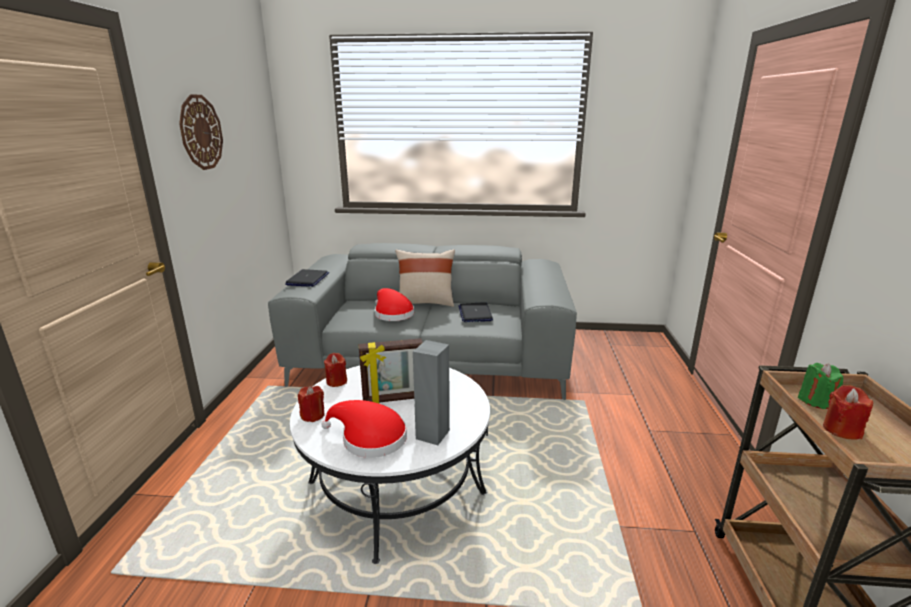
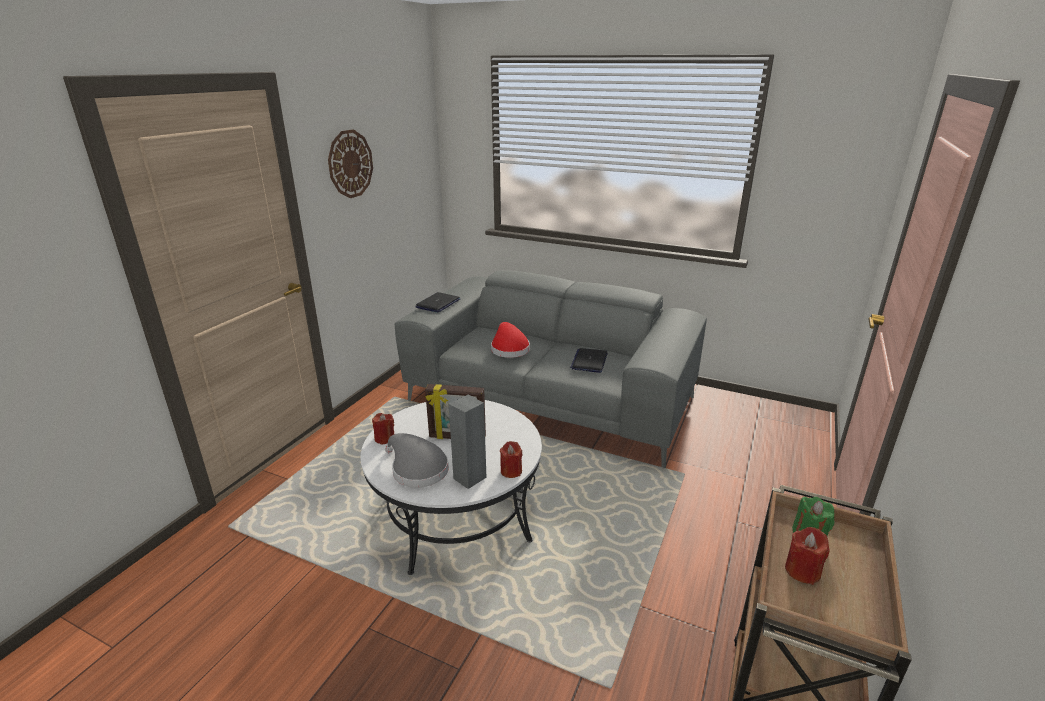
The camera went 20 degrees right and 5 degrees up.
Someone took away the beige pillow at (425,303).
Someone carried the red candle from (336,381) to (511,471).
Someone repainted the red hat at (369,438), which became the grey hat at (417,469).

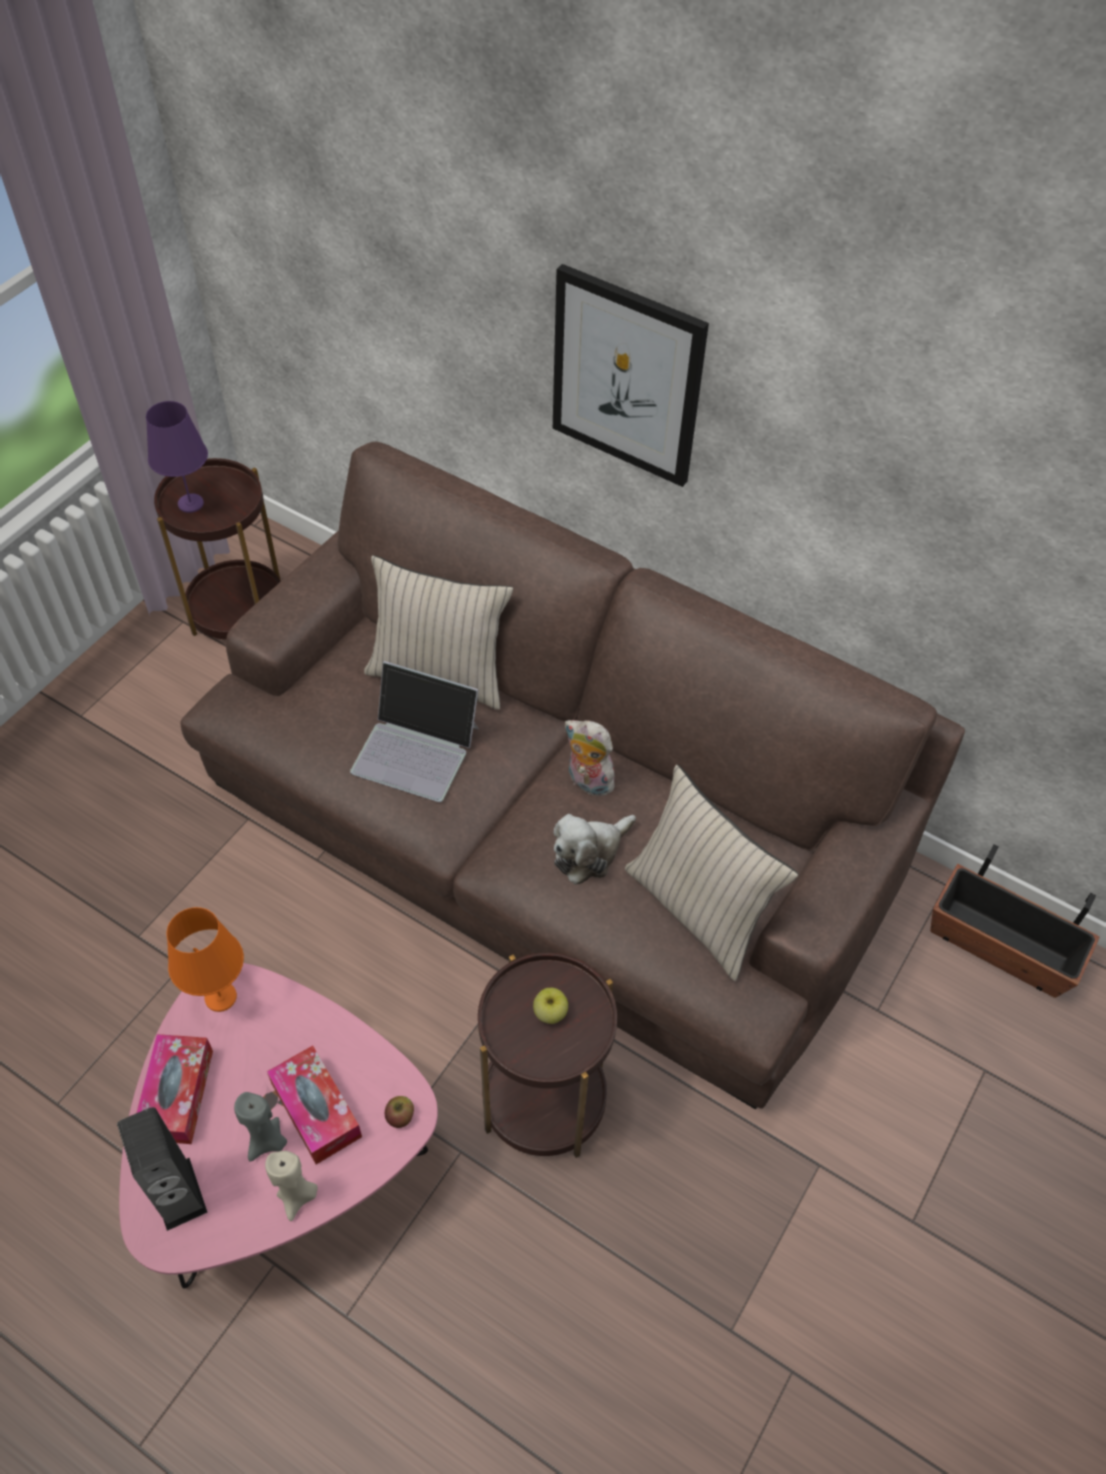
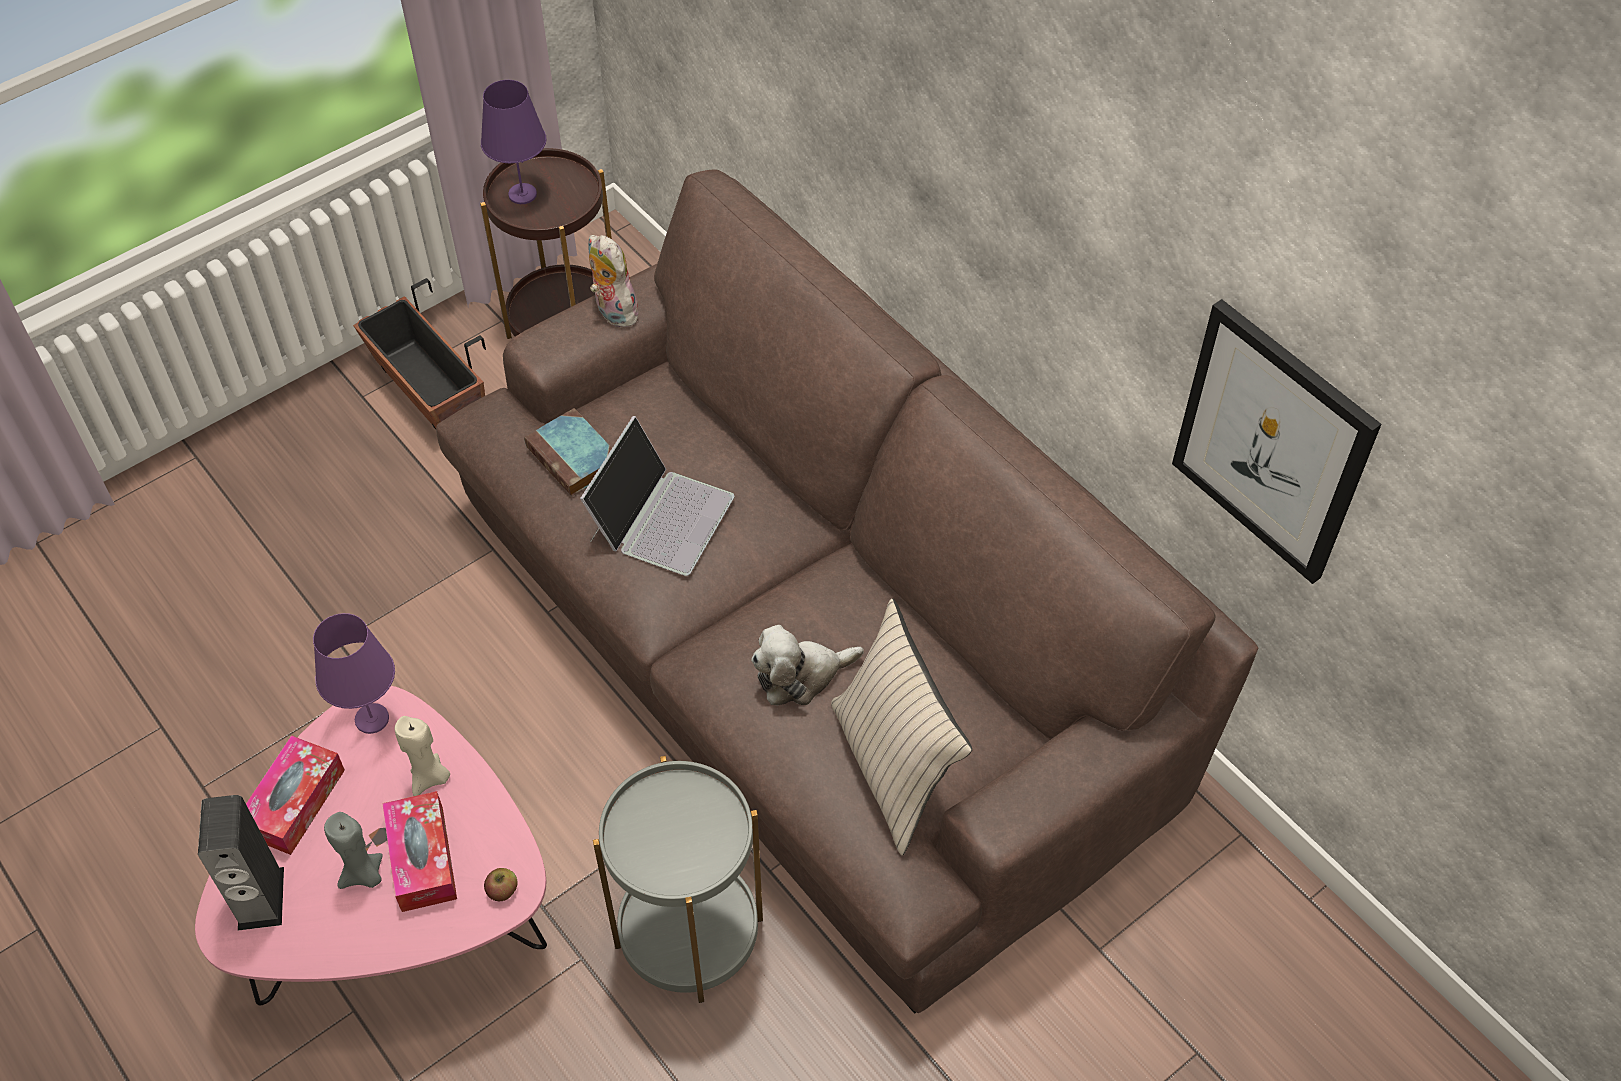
The camera went 20 degrees right and 0 degrees up.
Someone took away the beige pillow at (439,674).
Someone took away the apple at (550,1013).
Someone put down the book at (575,458).
Someone carried the beige candle from (297,1196) to (430,778).
Someone carried the picture from (627,377) to (1272,442).
Someone carried the plush toy from (587,782) to (613,311).
Someone carried the planter from (999,947) to (429,389).
Someone repainted the orange table lamp at (221,997), which became the purple table lamp at (372,719).
Someone repainted the brown side table at (544,1099), which became the grey side table at (689,932).
Someone rotated the laptop at (416,749) by 105 degrees counterclockwise.

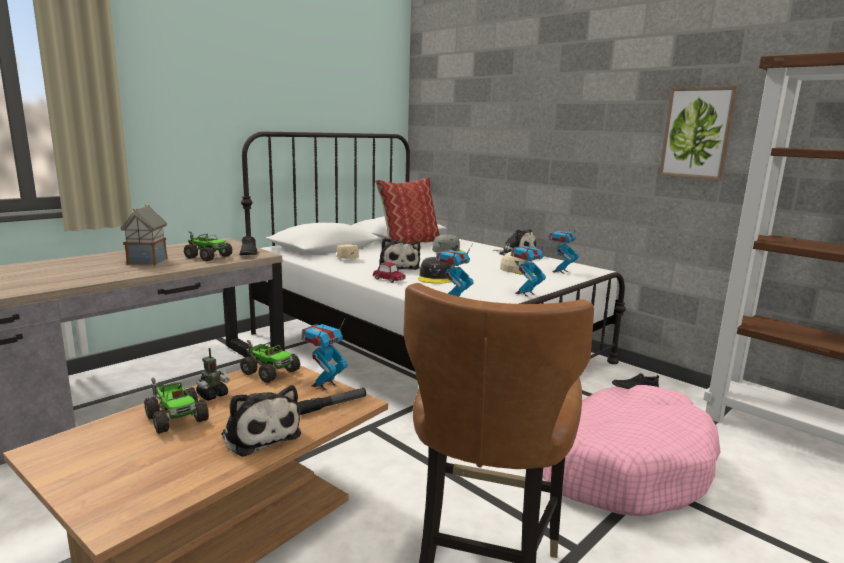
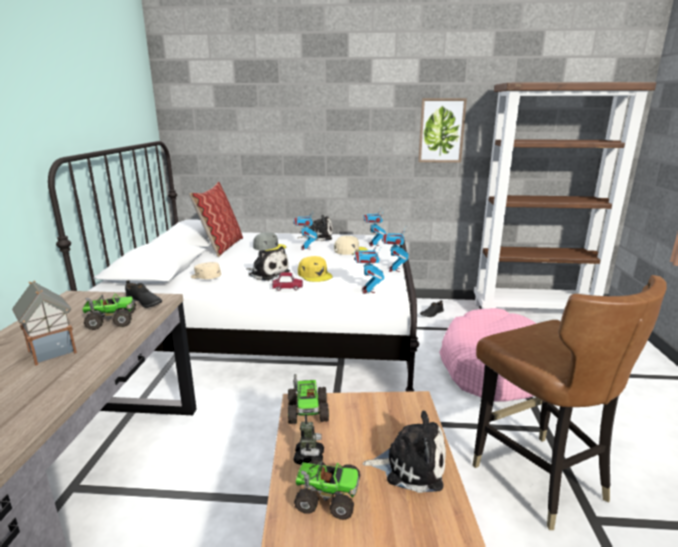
The camera went 40 degrees left and 5 degrees up.
Someone took away the flashlight at (332,405).
Someone carried the toy robot from (324,385) to (305,248).
Someone repainted the grey cap at (436,277), which became the yellow cap at (315,275).
Someone rotated the toy truck at (270,372) by 90 degrees clockwise.

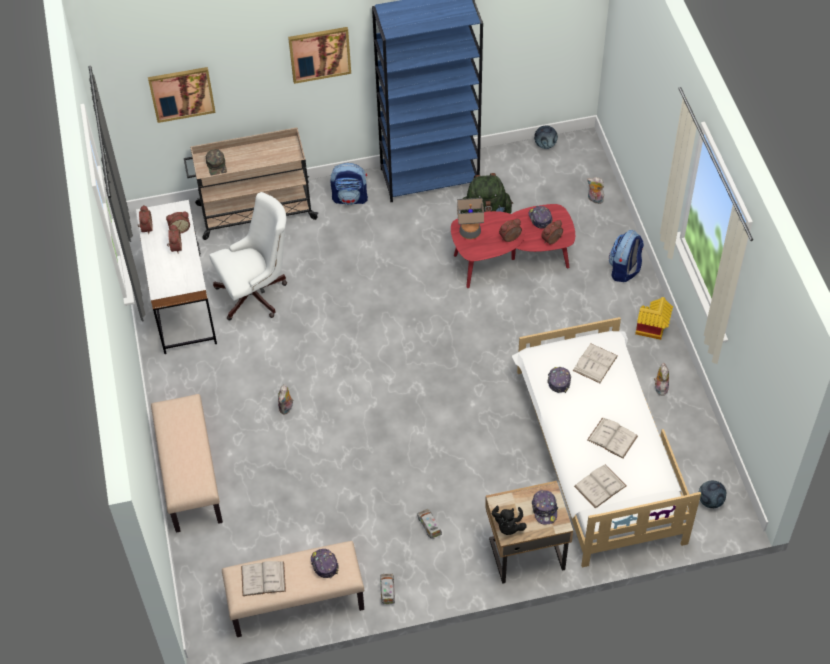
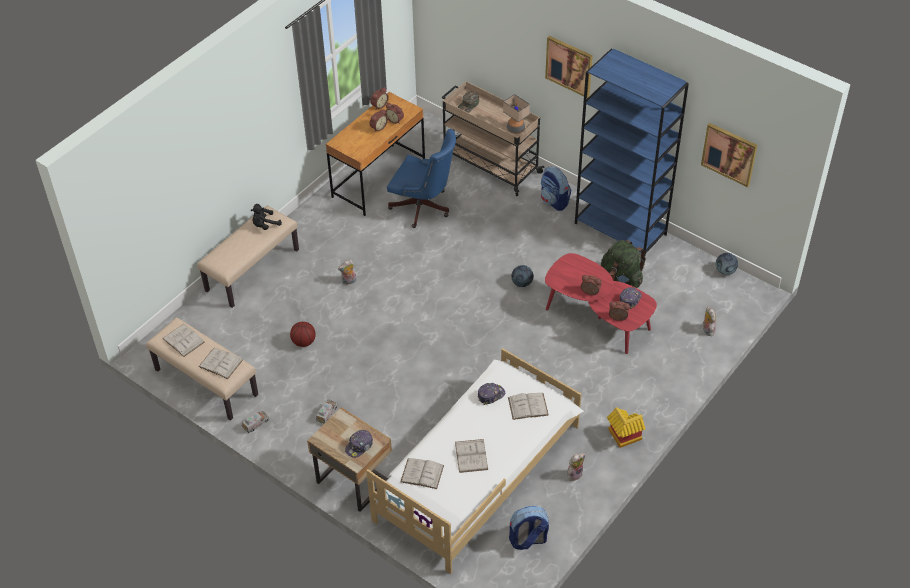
The camera went 50 degrees right and 5 degrees down.
Someone put down the basketball at (303,342).
Someone carried the picture from (182,93) to (729,154).
Someone carried the table lamp from (470,232) to (515,129).
Someone carried the black plush toy from (508,526) to (265,225).
Someone carried the backpack from (624,270) to (528,540).
Someone carried the football from (710,501) to (522,283).
Someone swapped the cap at (324,564) for the white book at (220,363).
Someone repainted the white desk at (182,303), which became the brown desk at (379,179).
Someone repainted the white office chair at (256,294), which became the blue office chair at (424,208).

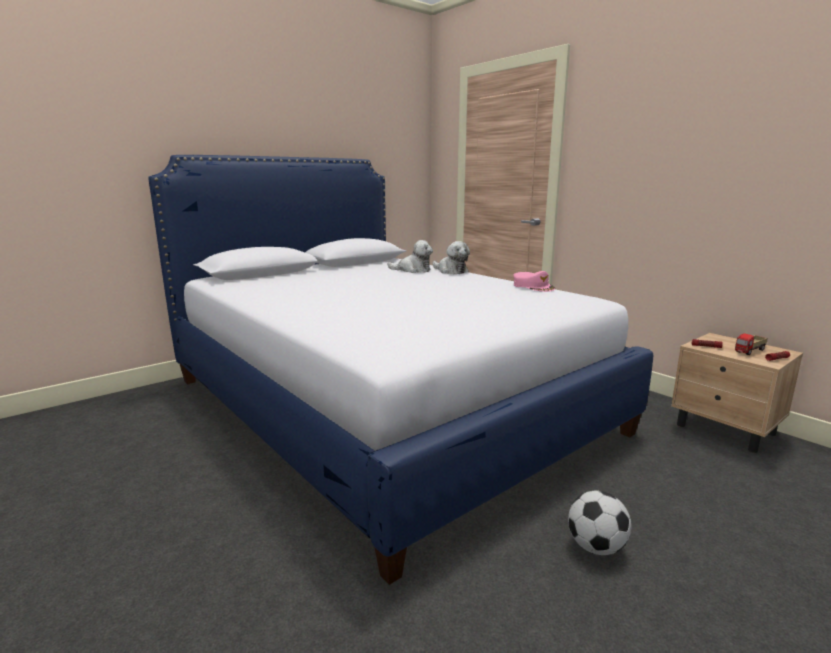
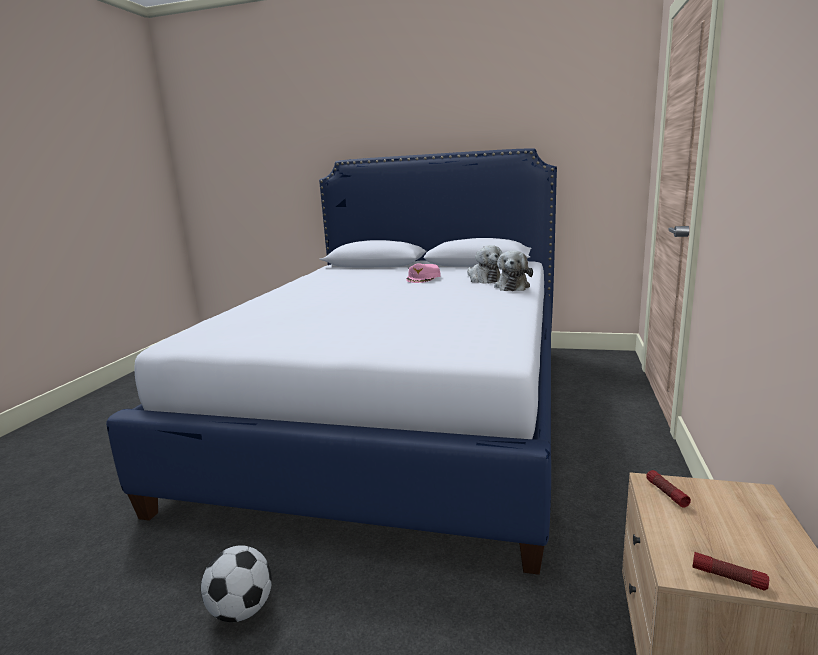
The camera went 55 degrees right and 0 degrees up.
Someone took away the toy truck at (750,351).
Someone carried the pink cap from (533,287) to (423,278).

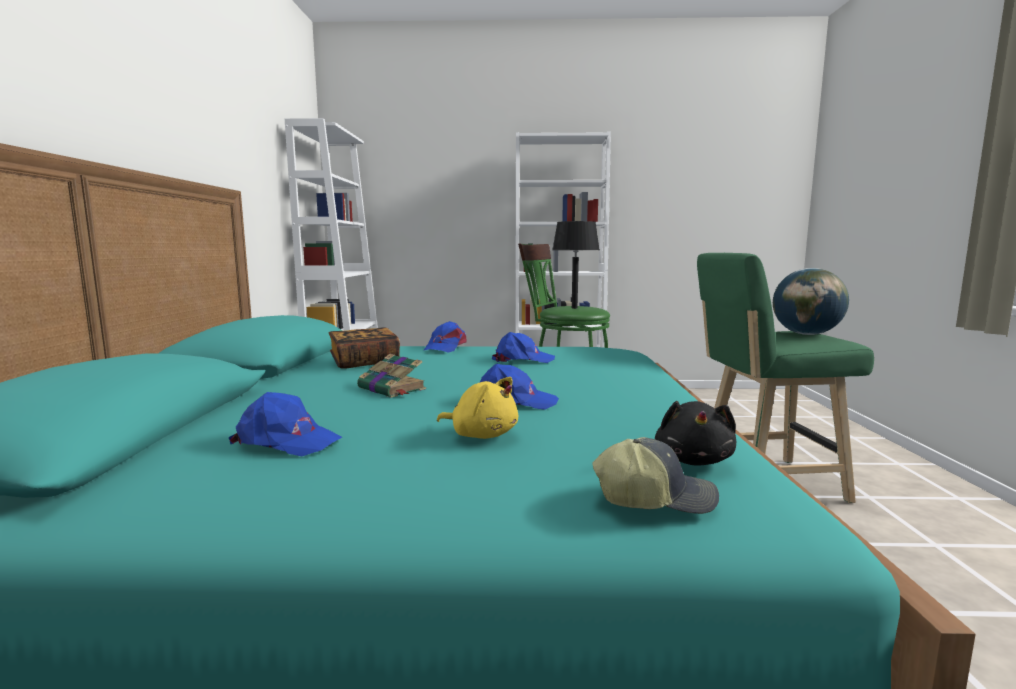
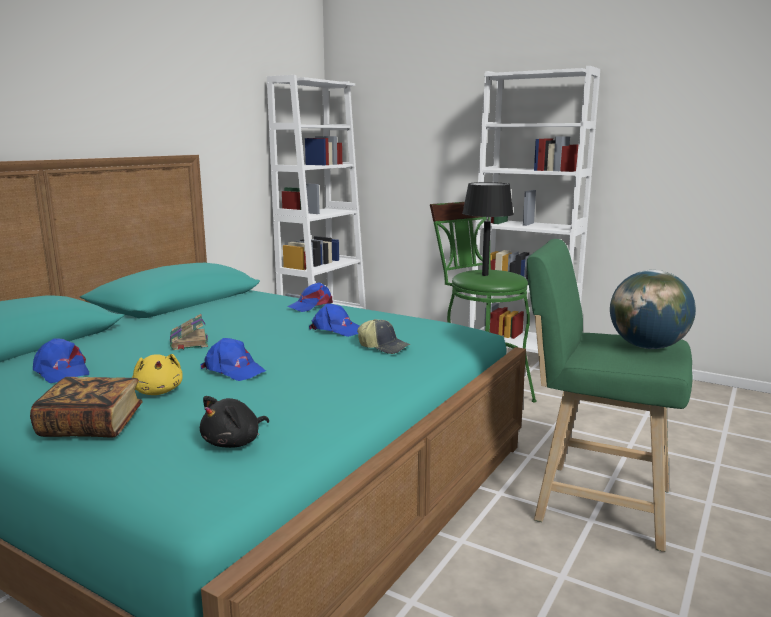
The camera went 30 degrees right and 5 degrees up.
Someone carried the book from (364,362) to (91,426).
Someone carried the cap from (654,497) to (384,347).

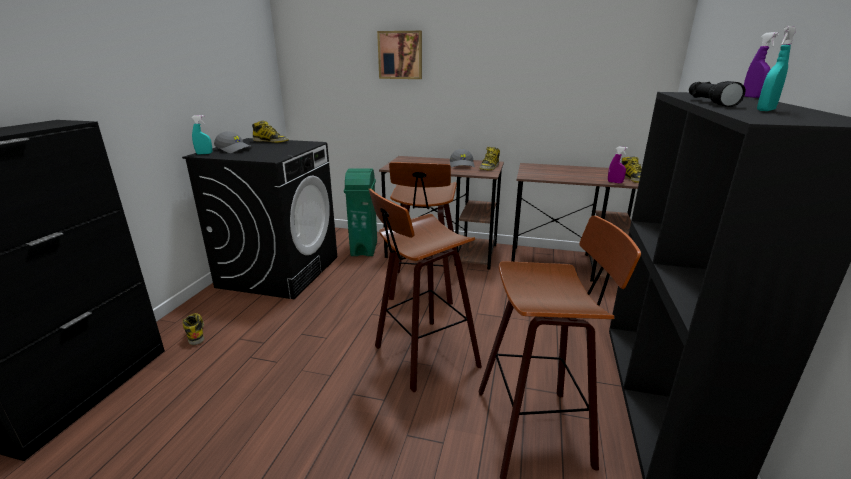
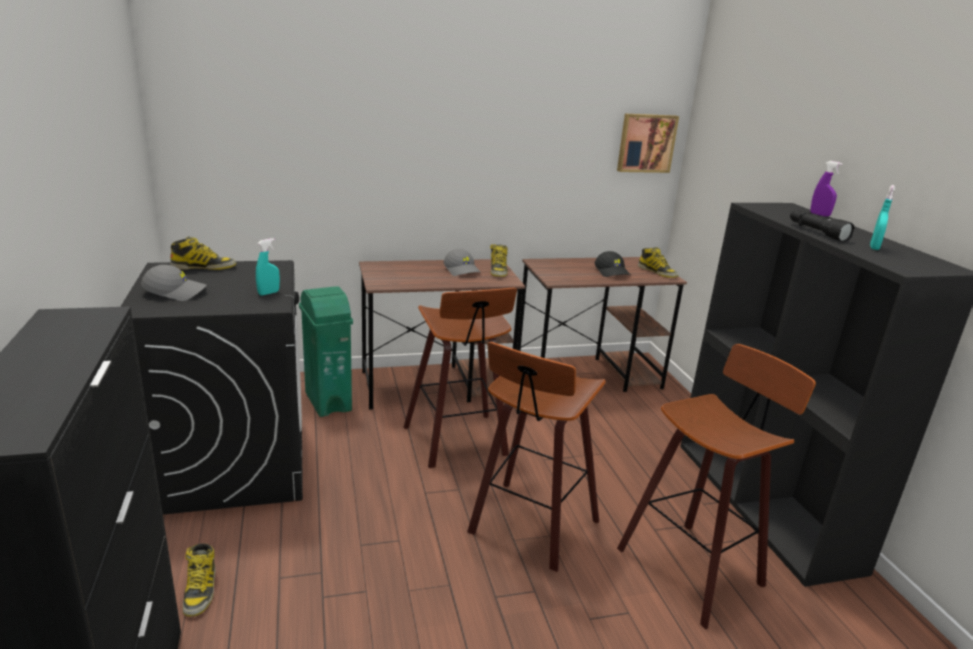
The camera went 30 degrees left and 0 degrees up.
Someone took away the purple spray bottle at (615,182).
Someone put down the black cap at (612,272).
Someone carried the turquoise spray bottle from (204,153) to (268,293).
Someone carried the picture from (400,55) to (646,143).
Someone rotated the boot at (195,332) by 135 degrees counterclockwise.

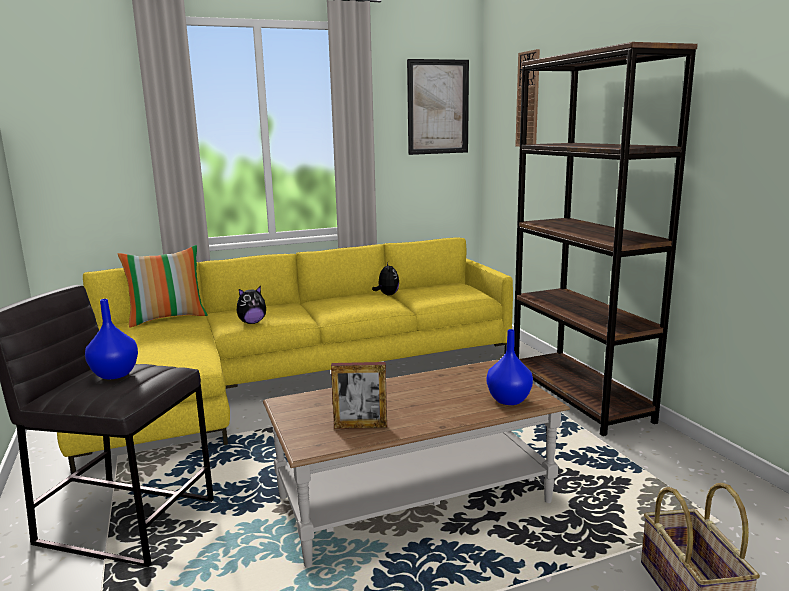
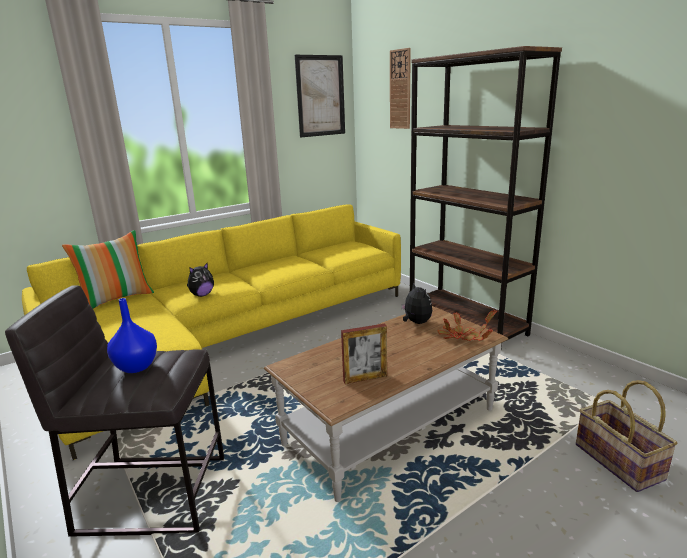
The camera went 15 degrees left and 5 degrees up.
Someone carried the plush toy from (387,295) to (416,322).
Someone swapped the blue vase at (508,400) for the potted plant at (462,338).

